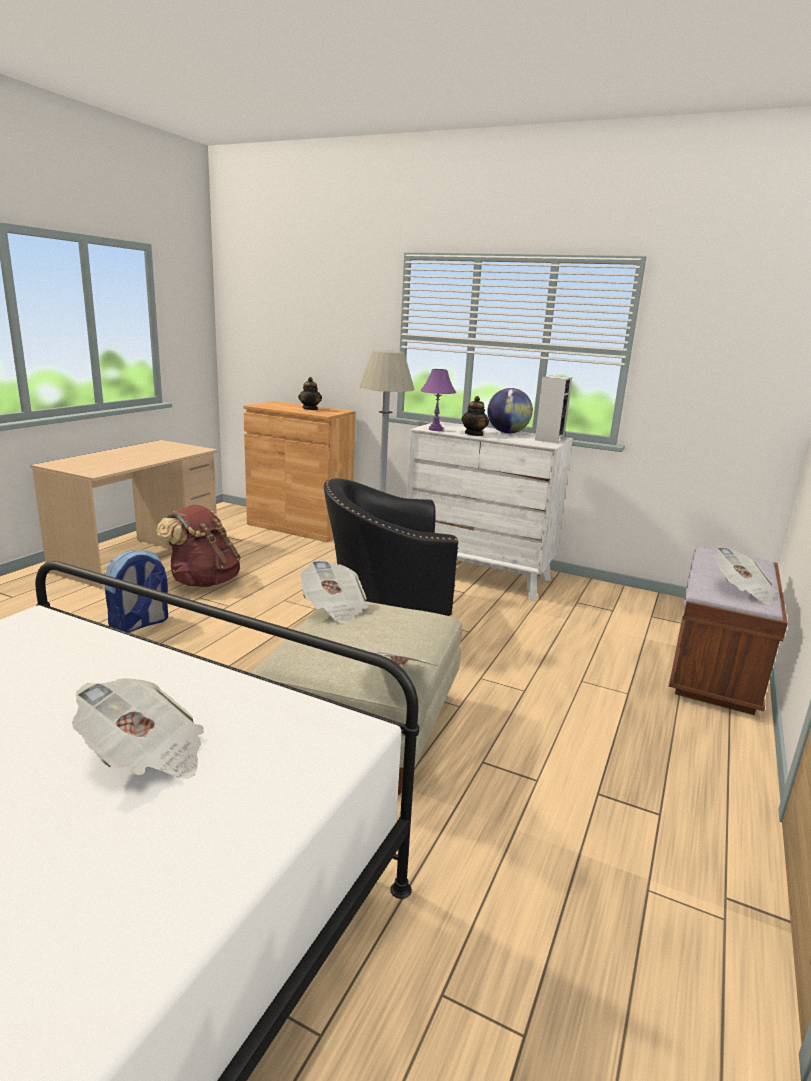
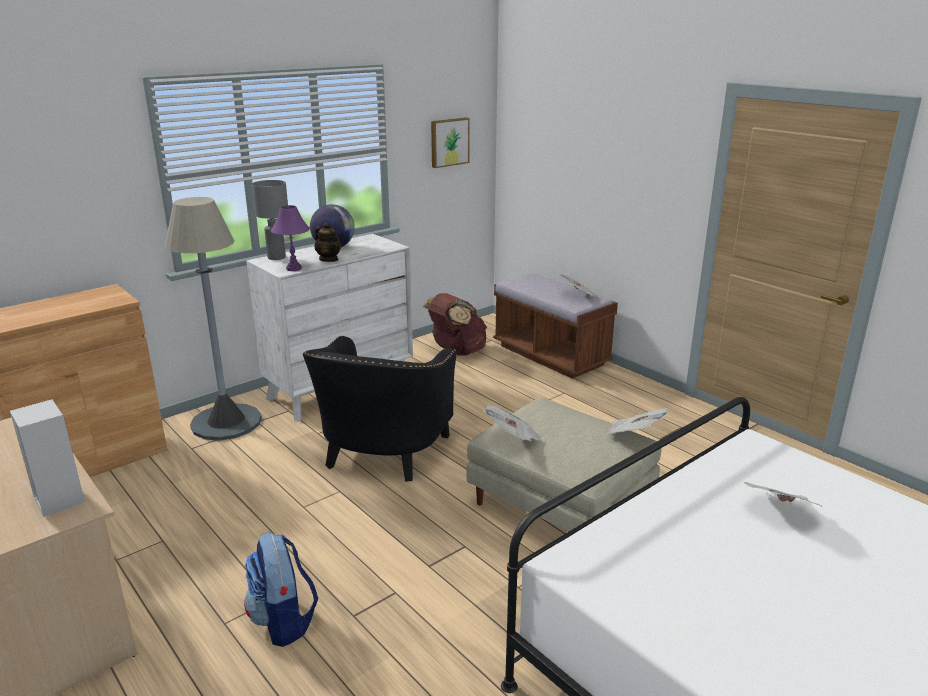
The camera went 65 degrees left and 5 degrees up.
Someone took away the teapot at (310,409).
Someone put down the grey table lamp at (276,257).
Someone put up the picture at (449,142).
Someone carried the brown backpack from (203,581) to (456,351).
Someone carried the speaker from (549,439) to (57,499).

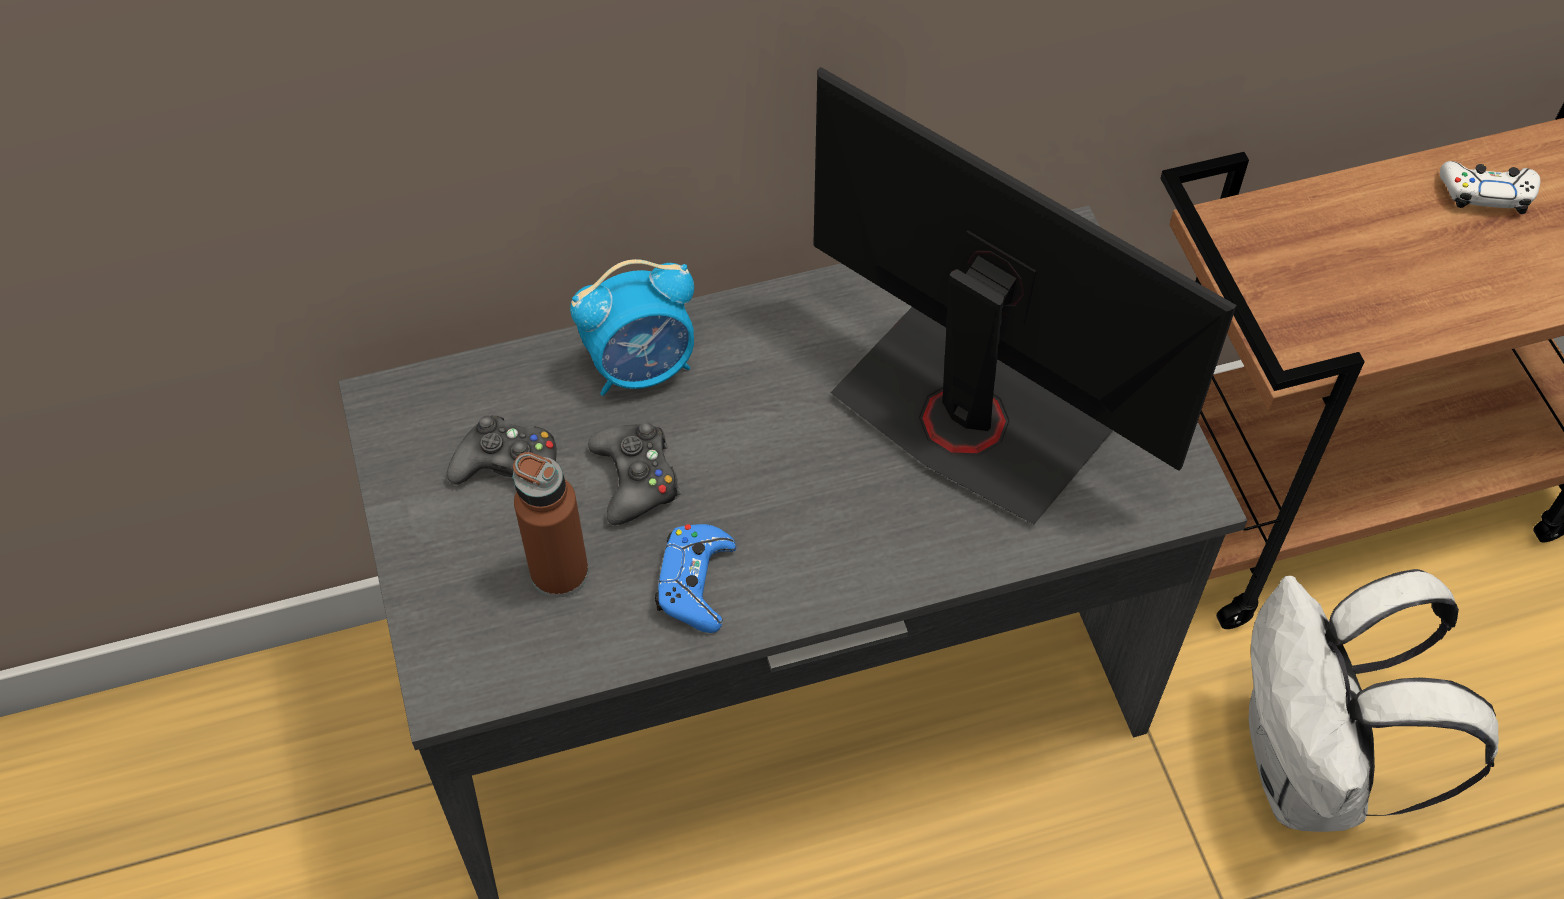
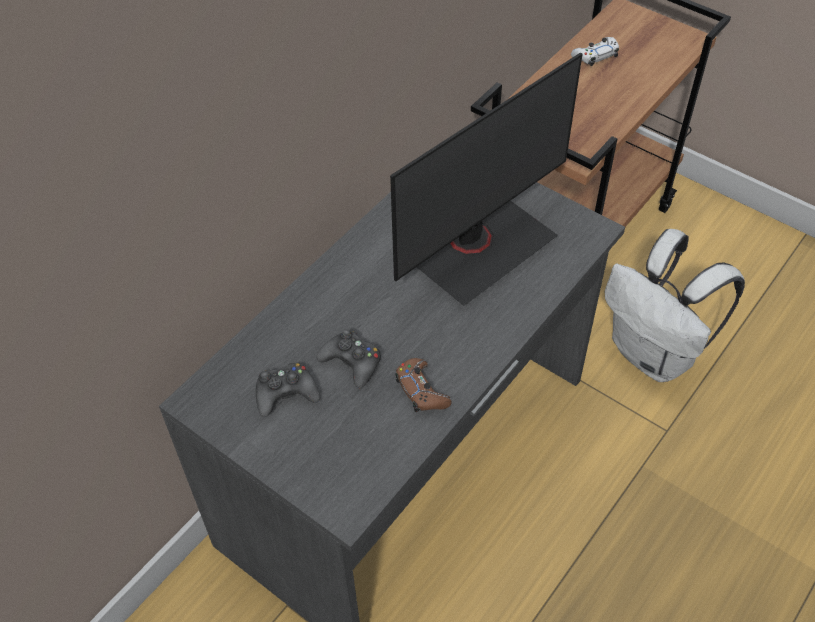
The camera went 35 degrees left and 5 degrees down.
Someone took away the brown bottle at (559,572).
Someone took away the alarm clock at (642,367).
Someone repainted the blue game controller at (696,583), which became the brown game controller at (421,390).
Someone rotated the monitor at (974,410) by 135 degrees clockwise.

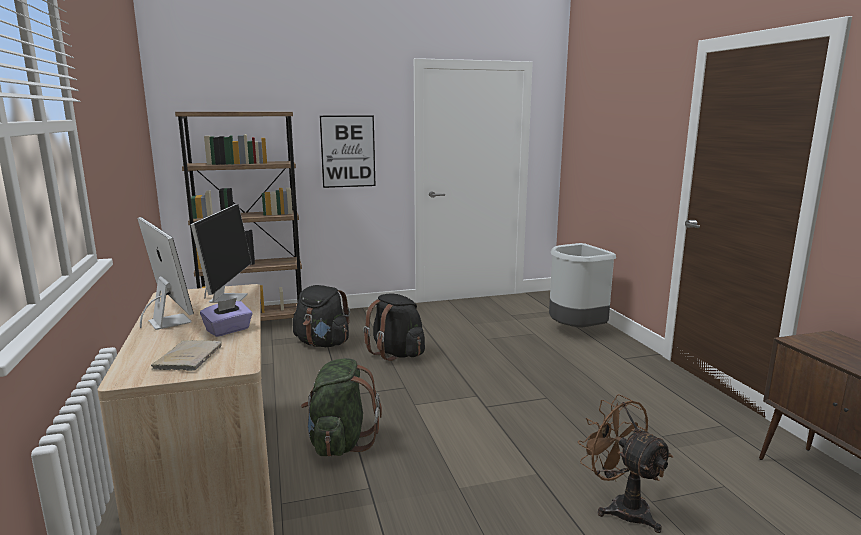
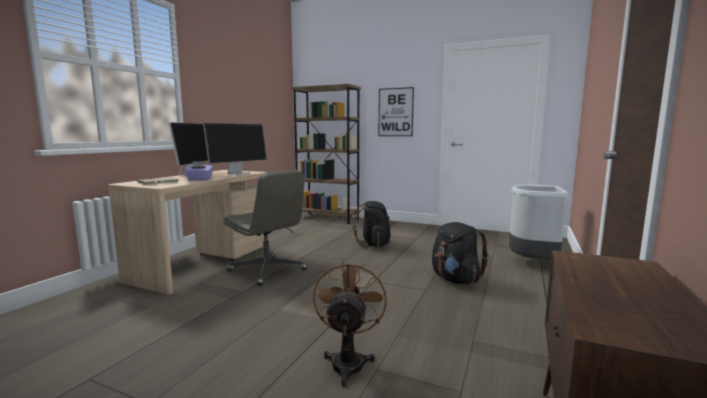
The camera went 40 degrees right and 5 degrees down.
Someone carried the black backpack from (322,344) to (455,279).
Someone swapped the green backpack at (340,442) for the grey office chair at (268,270).

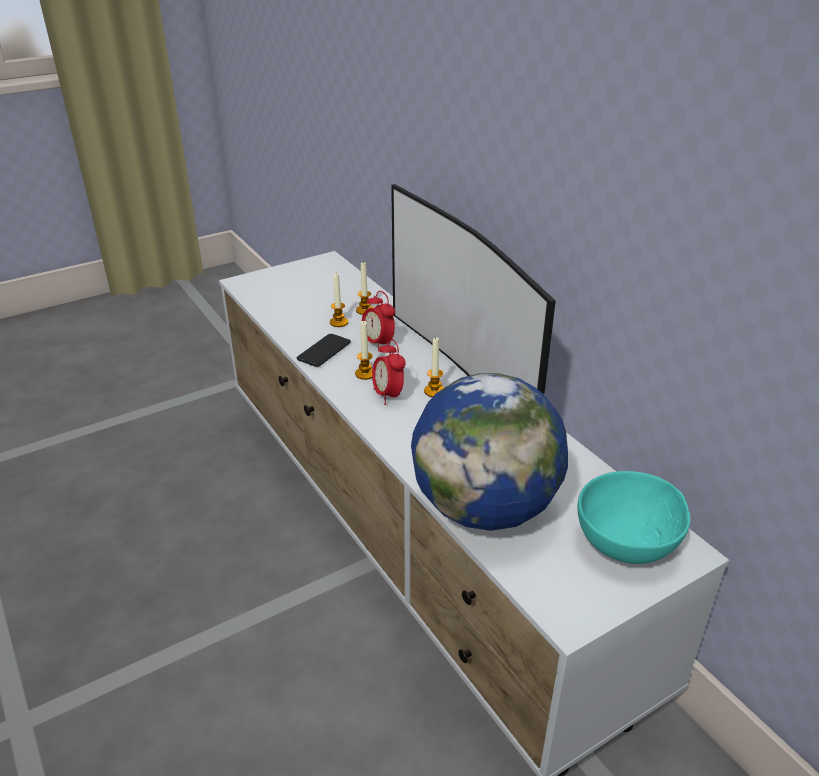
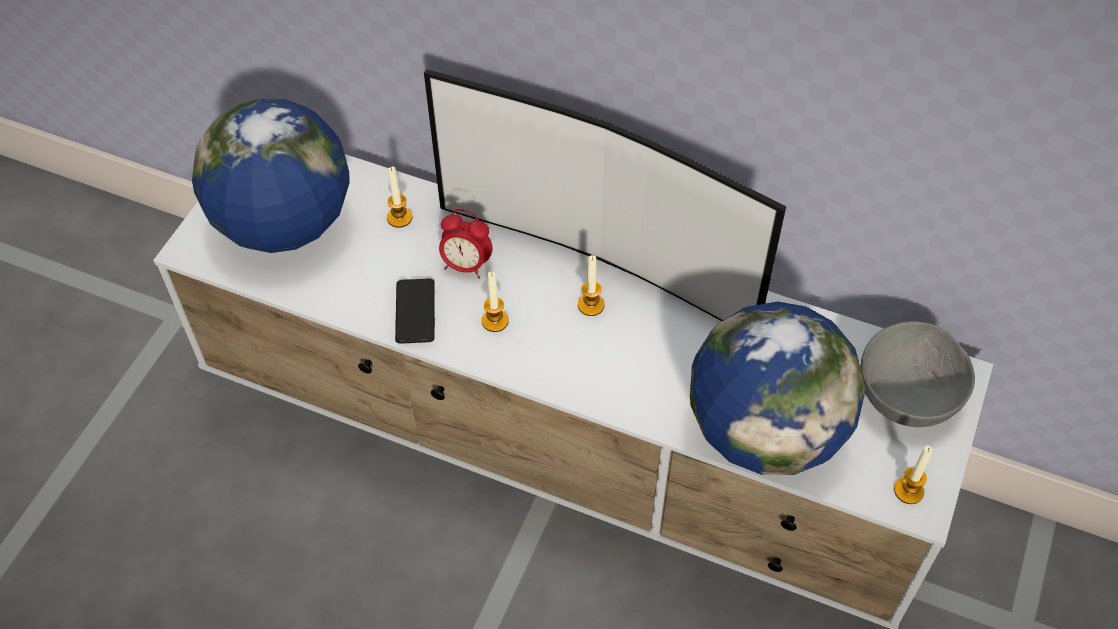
The camera went 35 degrees left and 20 degrees up.
Someone took away the alarm clock at (388,395).
Someone put down the globe at (285,225).
Someone carried the candle from (339,322) to (908,491).
Someone repainted the turquoise bowl at (629,543), which became the grey bowl at (909,395).

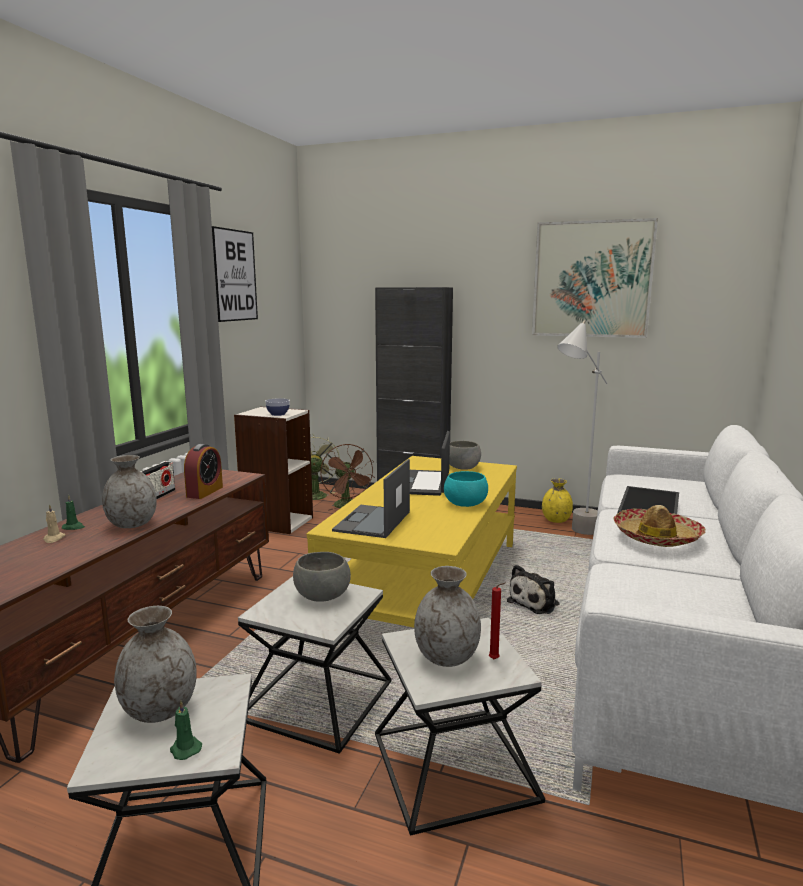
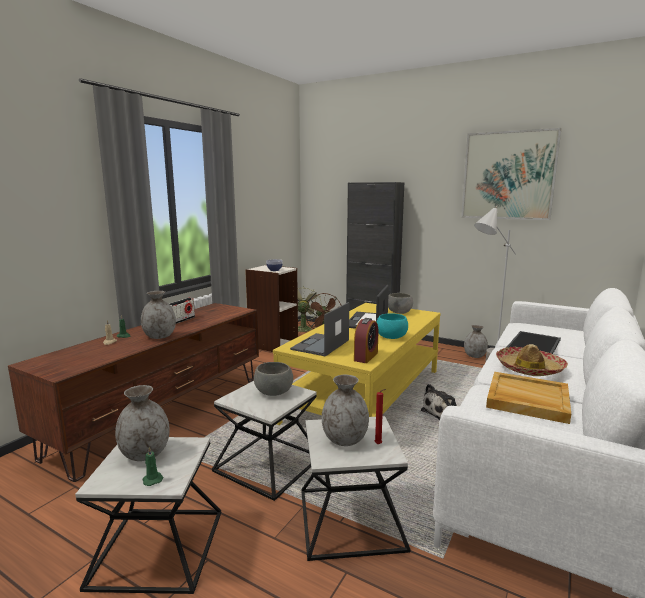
The camera went 10 degrees right and 0 degrees up.
Someone took away the picture at (235,275).
Someone put down the beige tray at (526,399).
Someone carried the alarm clock from (205,492) to (366,356).
Someone repainted the yellow vase at (556,520), which became the grey vase at (475,356).

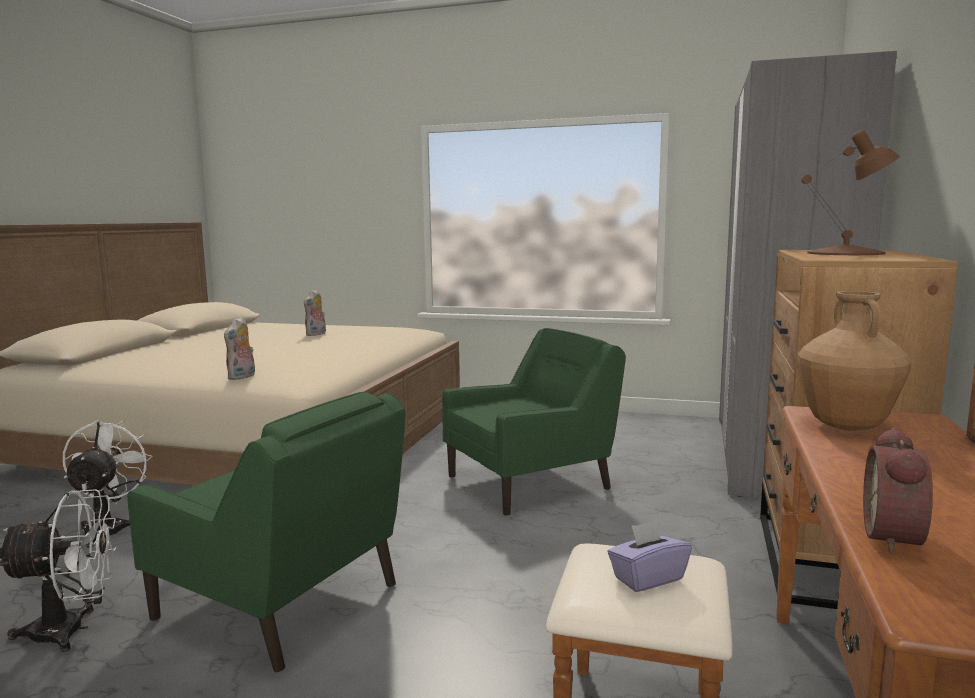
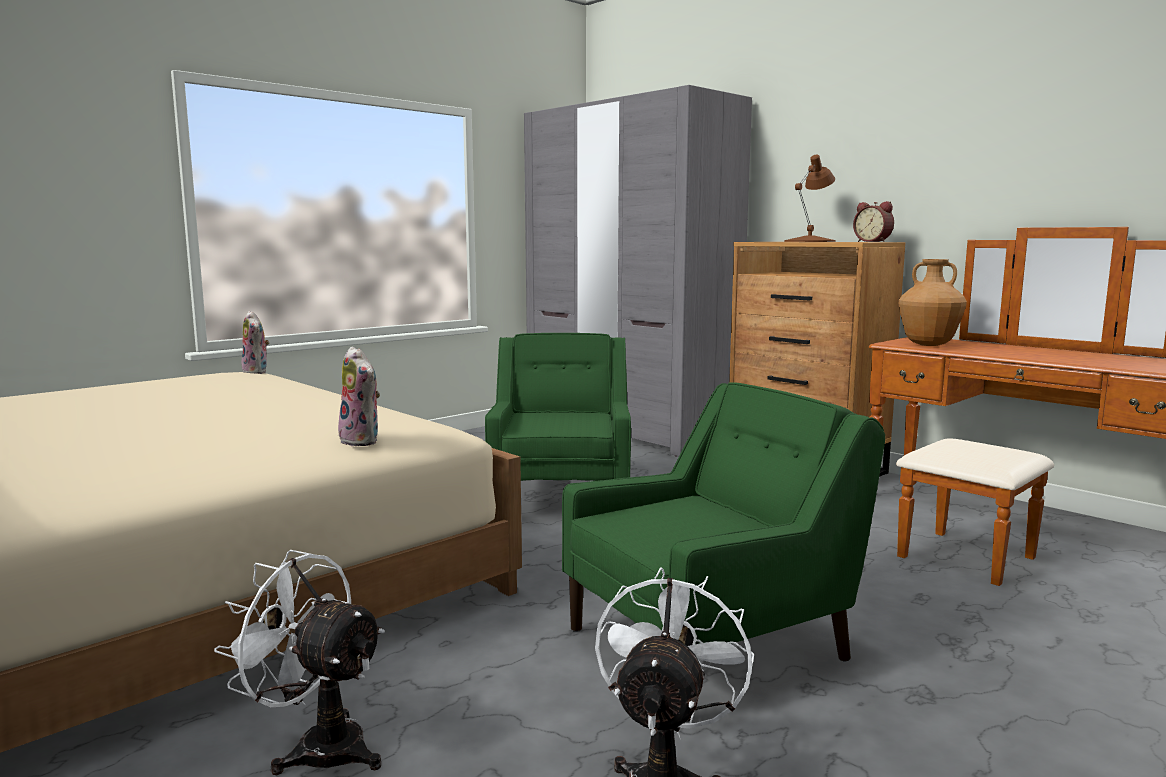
The camera went 60 degrees left and 0 degrees up.
Someone took away the purple tissue box at (647,578).
Someone carried the plush toy from (316,334) to (257,372).
Someone carried the alarm clock from (898,539) to (873,241).

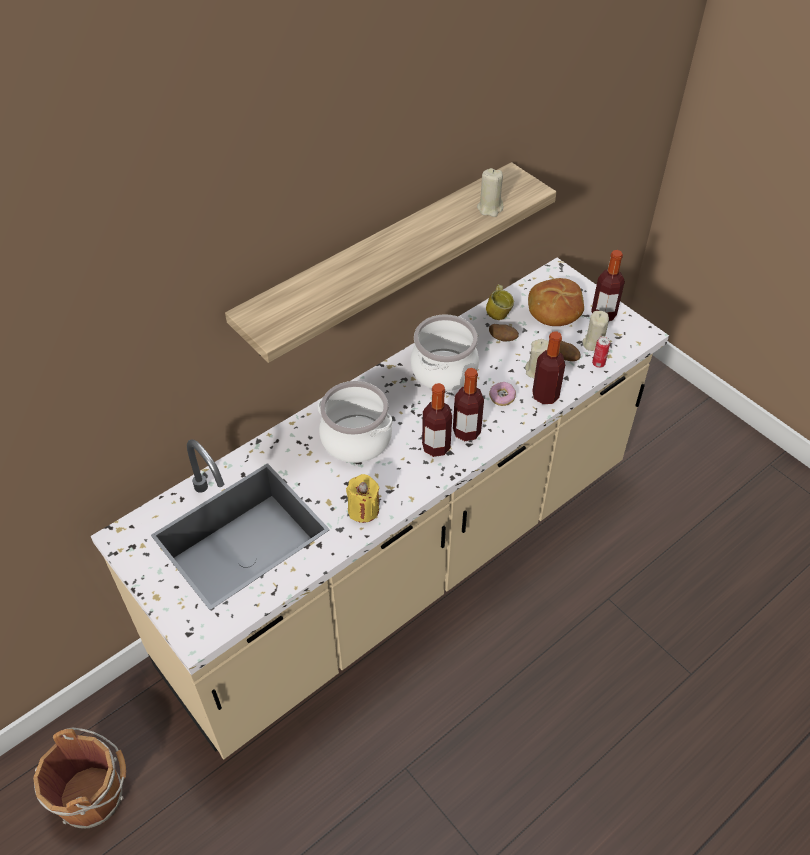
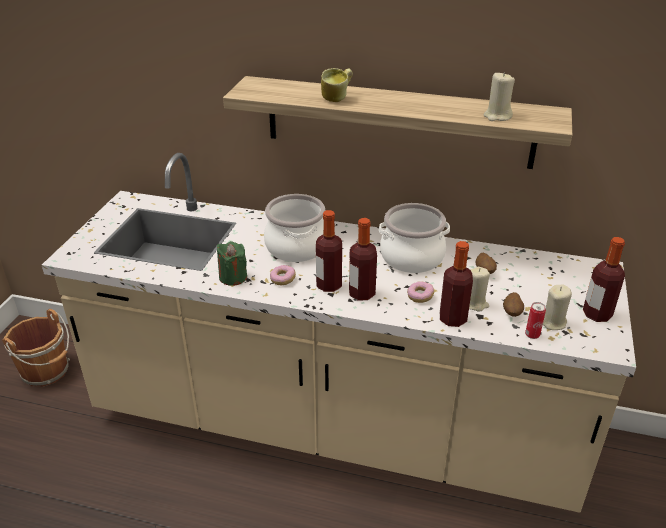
The camera went 55 degrees right and 15 degrees down.
Someone took away the bread at (554,309).
Someone put down the donut at (283,280).
Someone carried the mug from (499,312) to (337,99).
Someone repainted the yellow candle at (363,510), which became the green candle at (233,277).

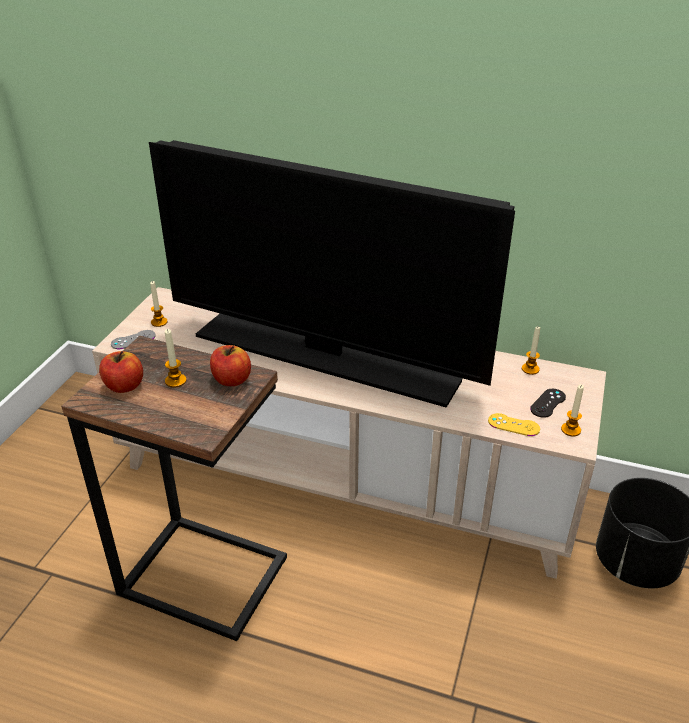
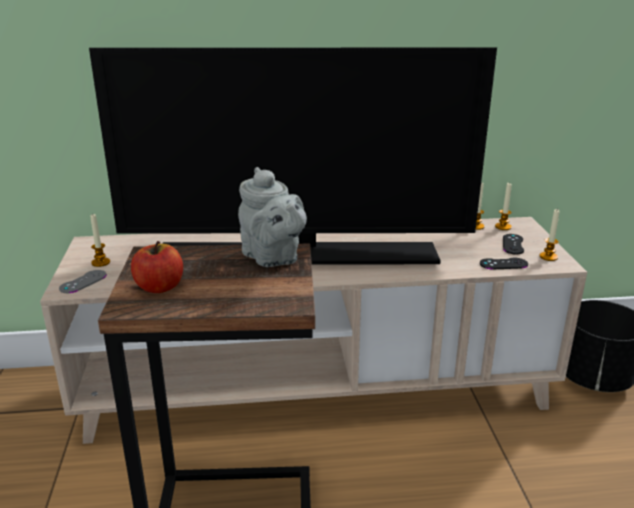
The camera went 25 degrees left and 10 degrees down.
Someone carried the candle from (175,381) to (503,227).
Someone swapped the apple at (231,380) for the grey teapot at (272,258).
Someone repainted the yellow game controller at (513,425), which became the black game controller at (503,264).

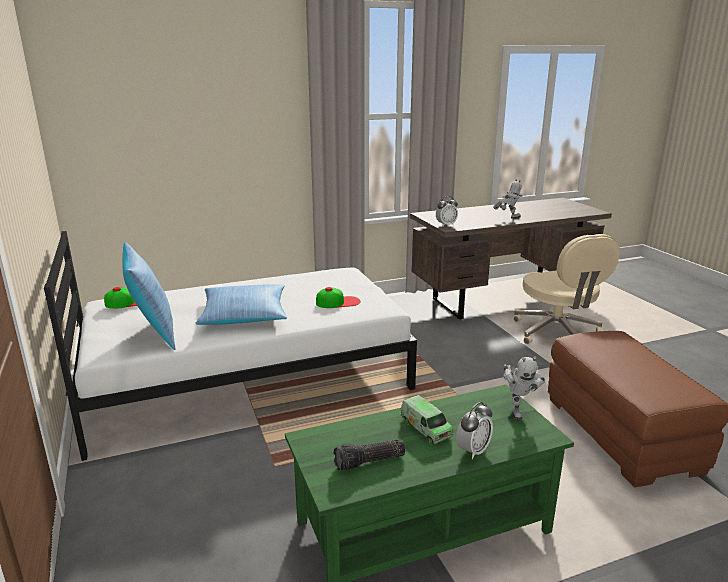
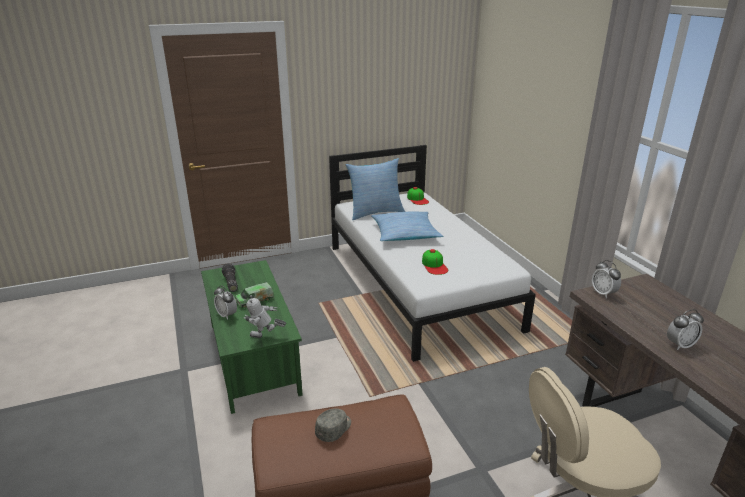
The camera went 90 degrees right and 5 degrees up.
Someone put down the grey cap at (334,429).
Someone swapped the toy robot at (507,218) for the alarm clock at (680,345).

